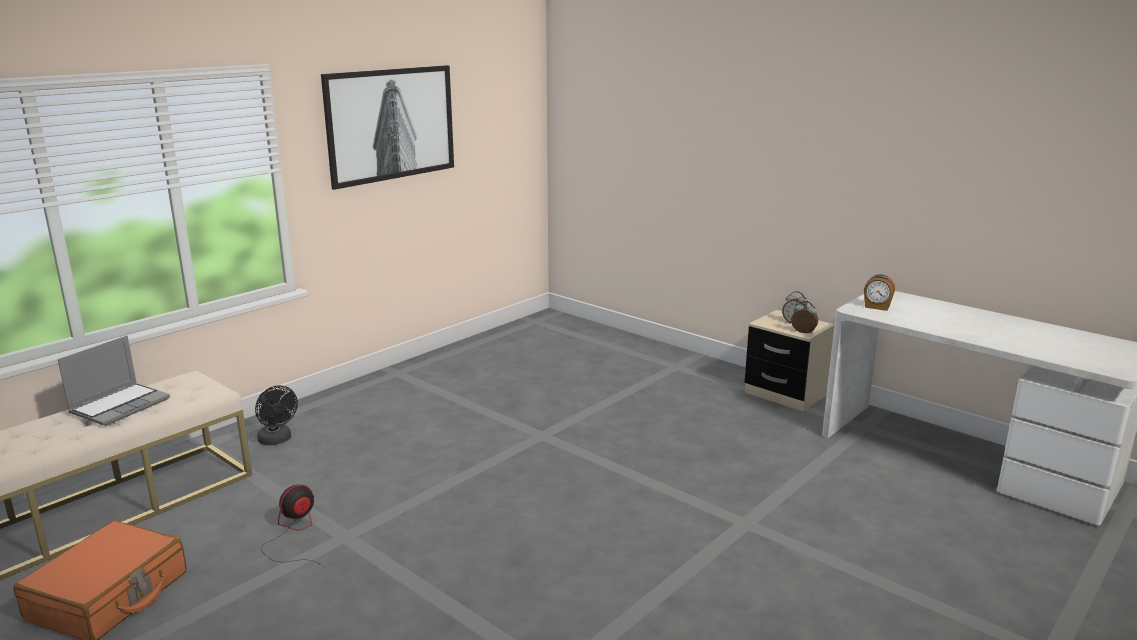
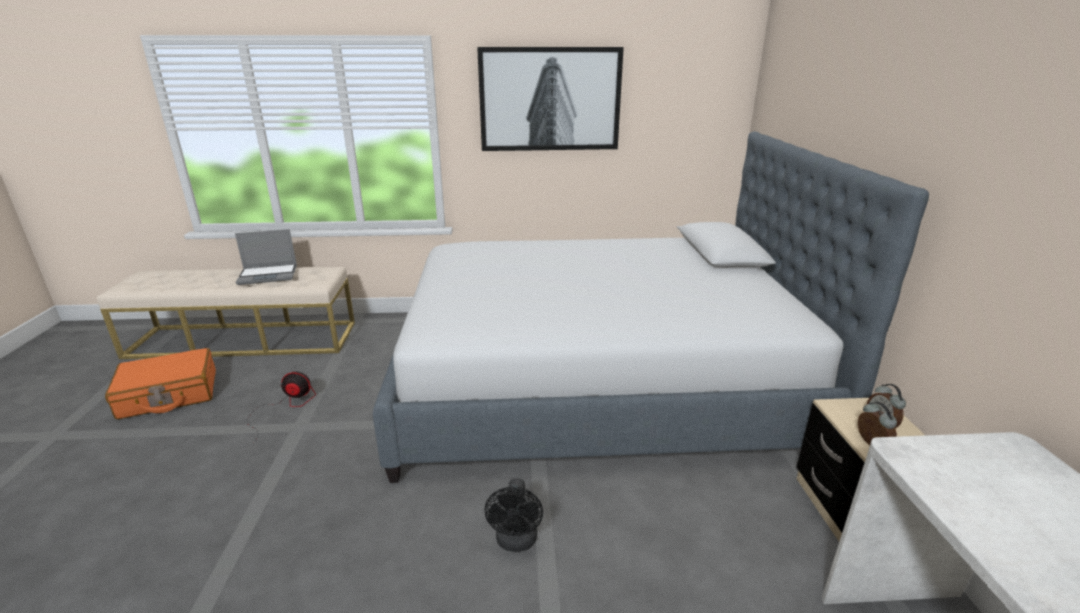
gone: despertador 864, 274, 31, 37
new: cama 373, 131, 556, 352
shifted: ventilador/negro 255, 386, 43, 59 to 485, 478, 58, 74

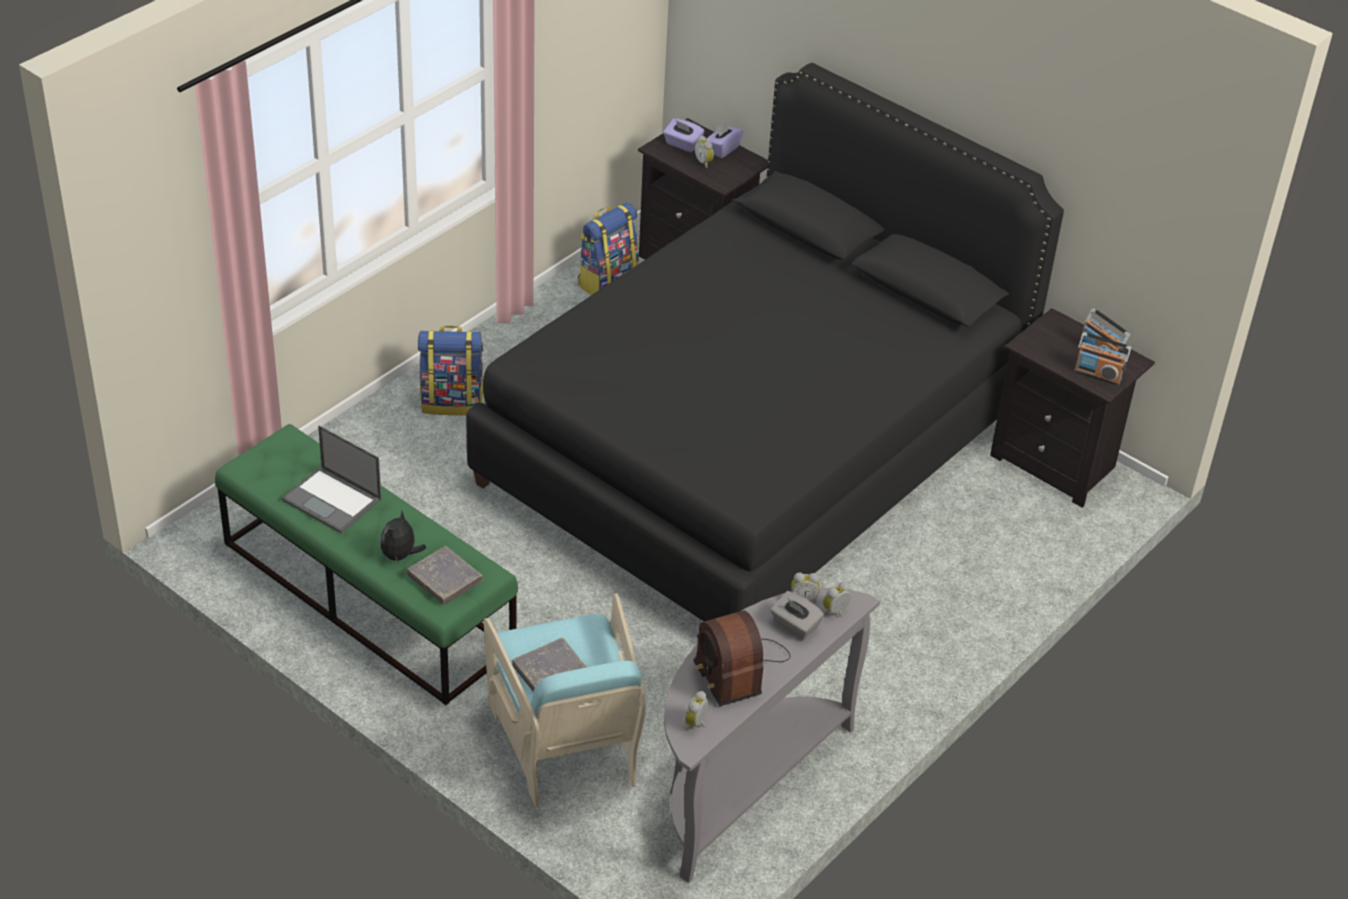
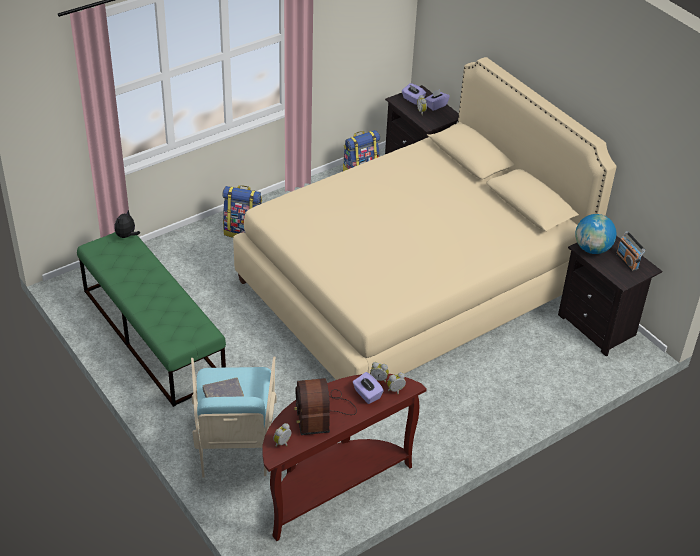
gone: radio 1074, 332, 57, 53; portátil 282, 425, 99, 109; libro/gris 407, 546, 76, 59
new: globo terráqueo 576, 214, 40, 40
shifted: peluche 380, 510, 47, 54 to 114, 210, 26, 28
repainted: cama/negro 466, 63, 598, 558 to cama/beis 233, 57, 384, 323; mesa consola/gris 664, 588, 216, 295 to mesa consola/marrón 262, 373, 165, 168; caja de pañuelos/gris 771, 591, 53, 49 to caja de pañuelos/morado 353, 372, 31, 32

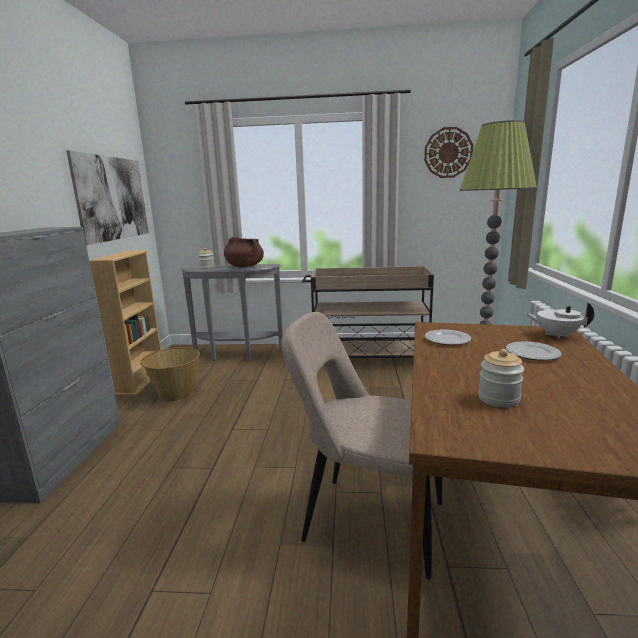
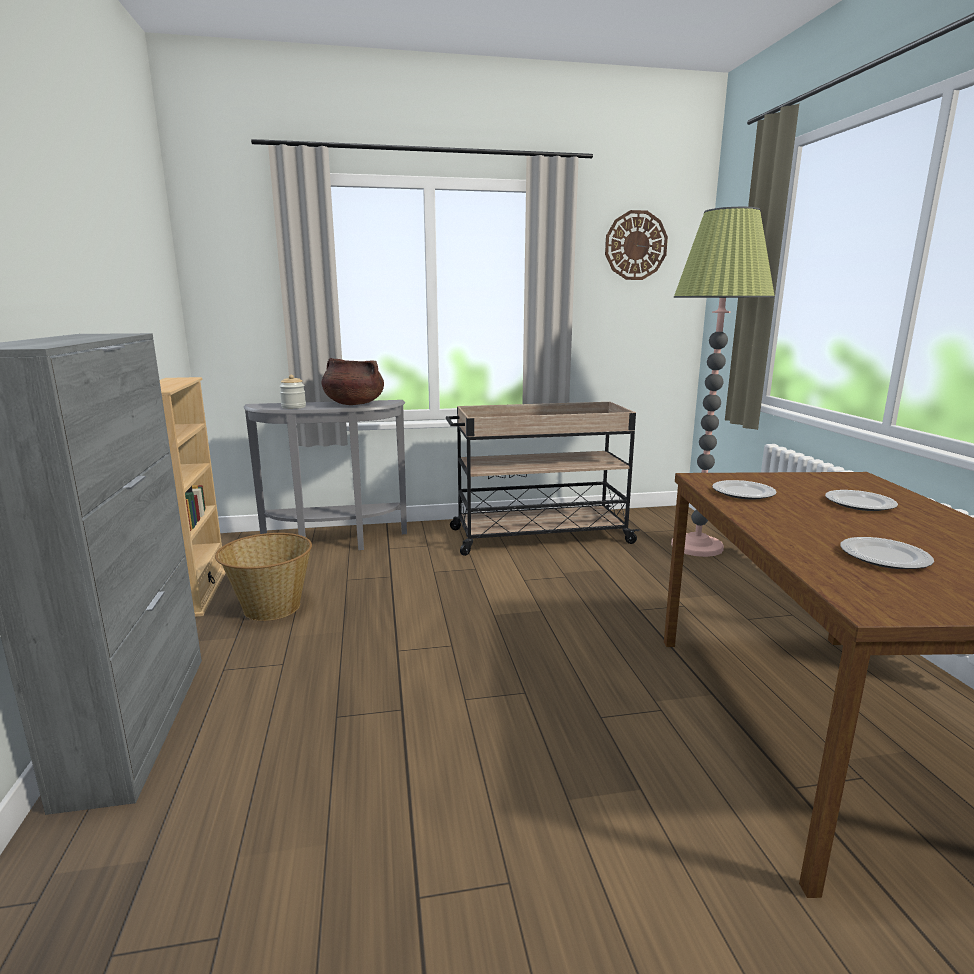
gone: cuadro 66, 150, 83, 95; tetera/blanco 525, 302, 69, 37; silla/beis 281, 312, 161, 267
swapped: tarro 478, 349, 46, 59 to plato 840, 537, 94, 32

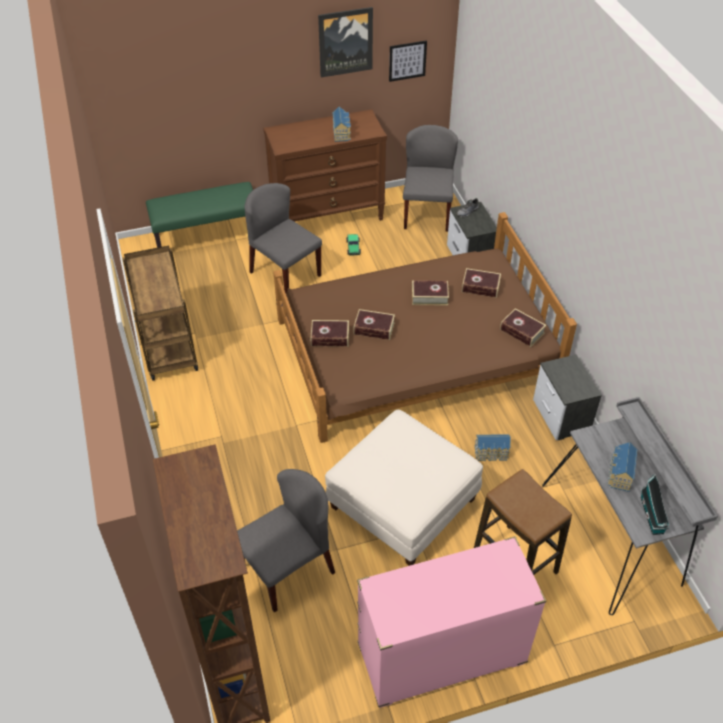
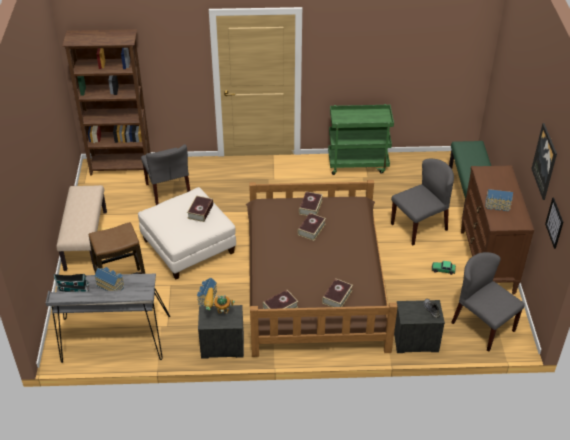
new: robot de juguete 204, 288, 31, 26
shifted: libro 412, 280, 37, 26 to 187, 195, 26, 27
swapped: cómoda/rosa 357, 536, 189, 172 to banco/beis 56, 185, 51, 86
repainted: carrito/marrón 123, 246, 75, 135 to carrito/verde 328, 104, 66, 71
rotated: silla/gris 403, 125, 55, 107 = 451, 252, 74, 100 150 degrees counterclockwise

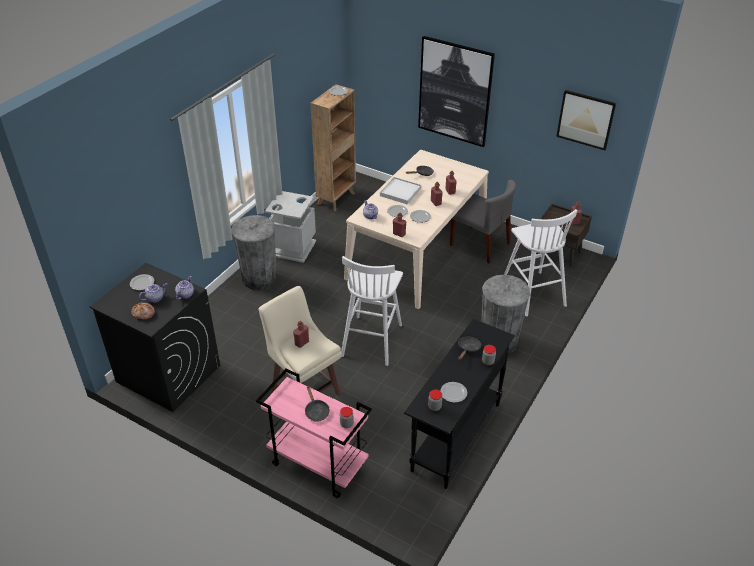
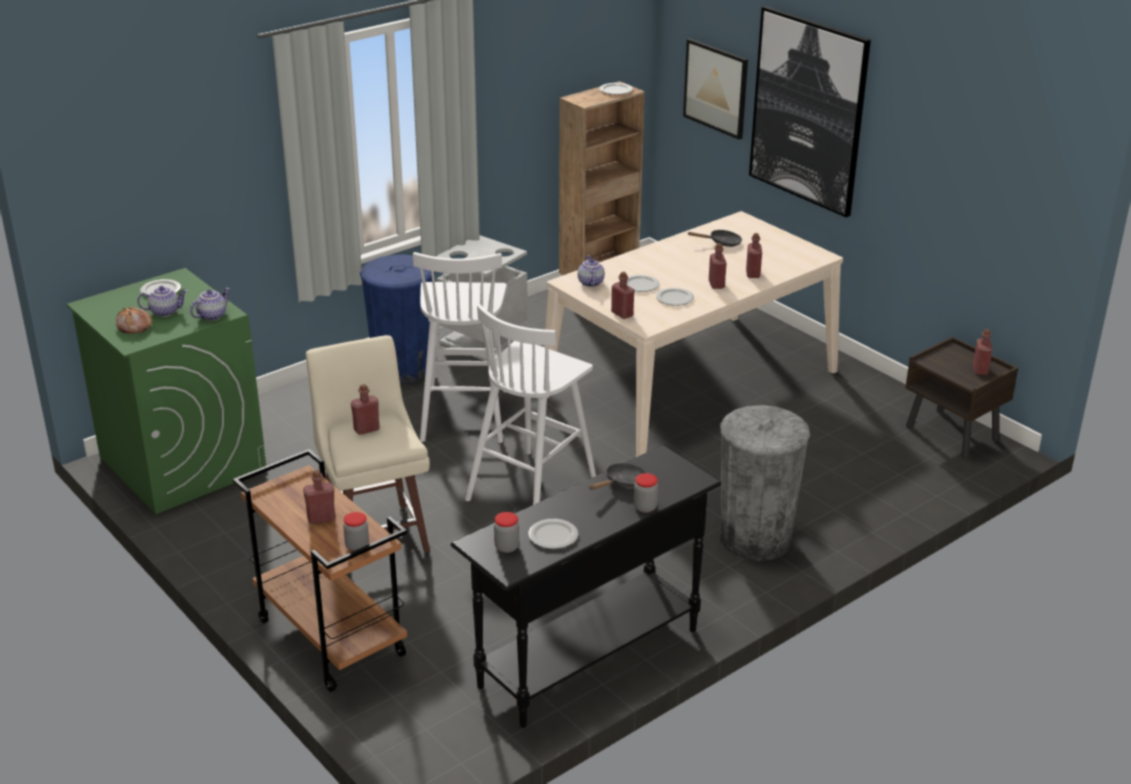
gone: bandeja/blanco 380, 177, 41, 28; silla/gris 450, 180, 67, 84
shifted: cuadro 556, 90, 60, 60 to 683, 39, 65, 101; taburete/blanco 504, 209, 73, 107 to 413, 252, 94, 191
swapped: sartén/negro 305, 386, 25, 36 to botella/rojo 303, 470, 32, 54
repainted: papelera/gris 231, 215, 46, 75 to papelera/azul 360, 254, 75, 131; lavadora/negro 90, 263, 130, 149 to lavadora/verde 67, 268, 199, 246; carrito/rosa 256, 369, 116, 129 to carrito/marrón 233, 449, 174, 243

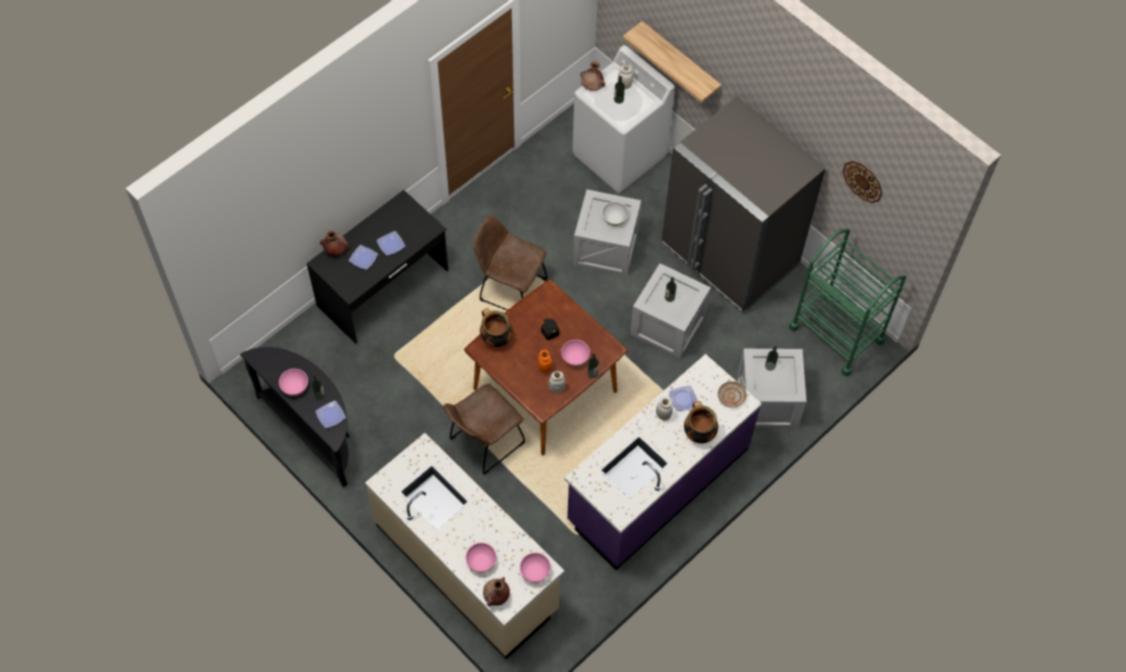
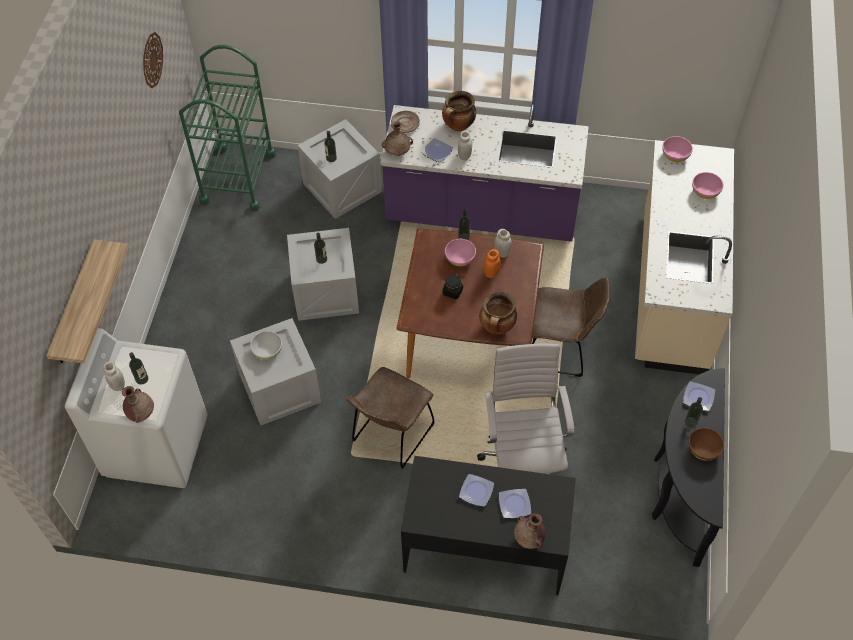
gone: nevera/gris 662, 96, 164, 217
new: silla de oficina/blanco 477, 344, 97, 130
shifted: florero/marrón 483, 577, 27, 29 to 382, 121, 31, 35
repainted: cuenco/rosa 279, 369, 29, 27 to cuenco/marrón 689, 428, 35, 33
rotated: silla/marrón 473, 215, 75, 96 = 346, 367, 88, 102 45 degrees clockwise

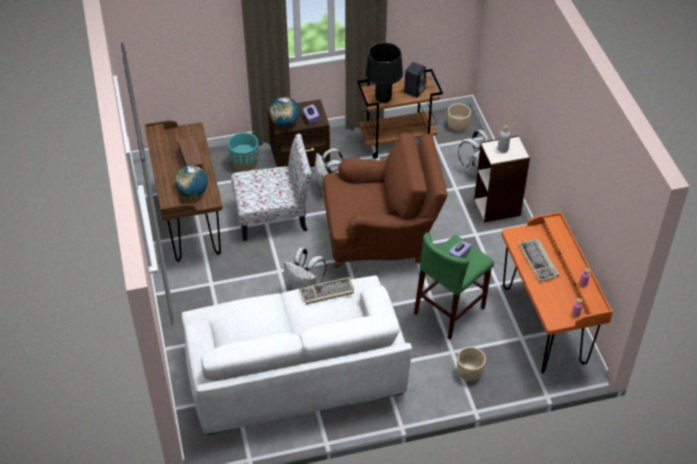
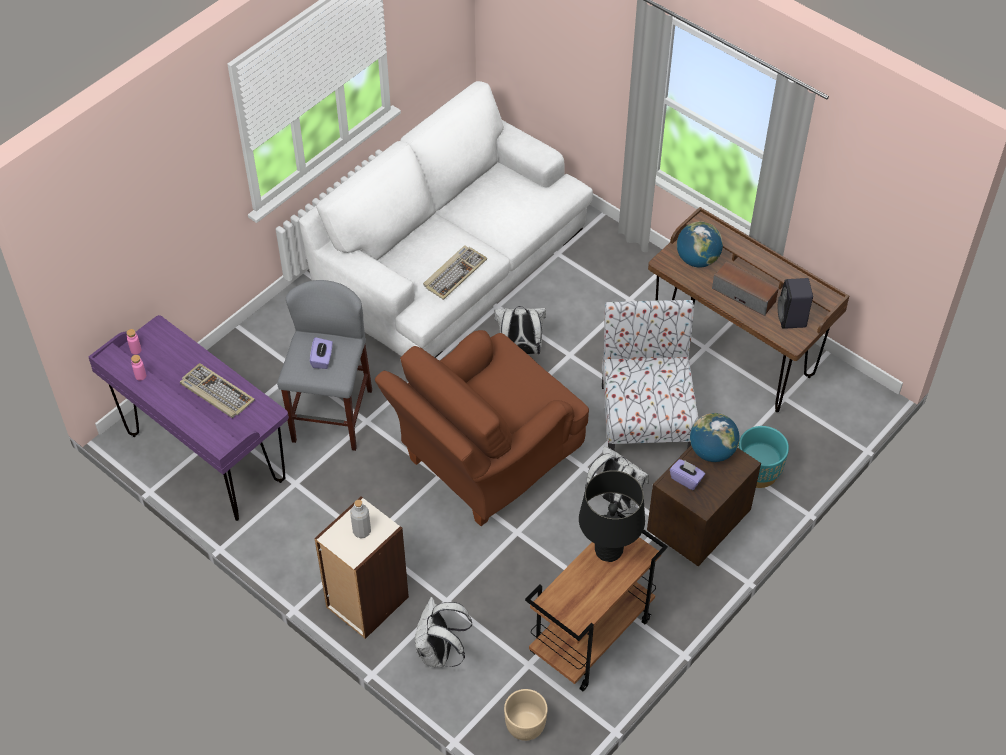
gone: maceta/beis 457, 347, 29, 34
shifted: altavoz/negro 404, 62, 22, 36 to 778, 278, 35, 51
repainted: escritorio/naranja 502, 212, 111, 161 to escritorio/morado 88, 315, 201, 206; taburete/verde 414, 232, 80, 108 to taburete/gris 277, 280, 95, 171
rotated: silla 231, 134, 81, 107 = 602, 300, 97, 151 135 degrees clockwise

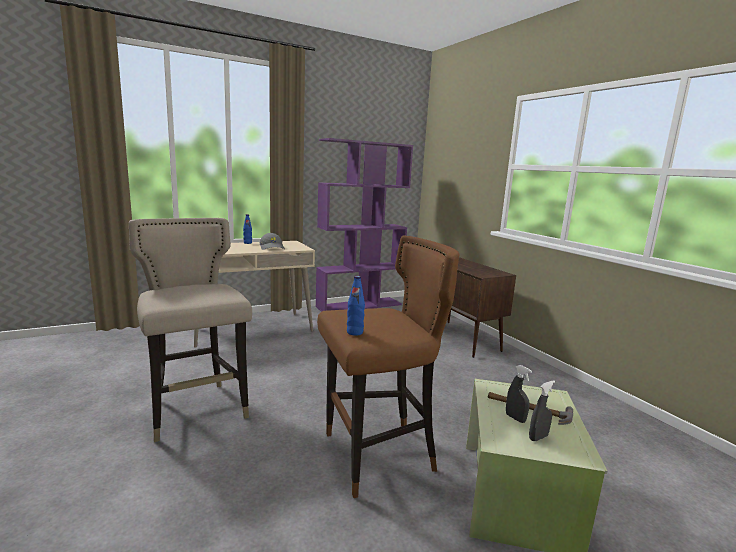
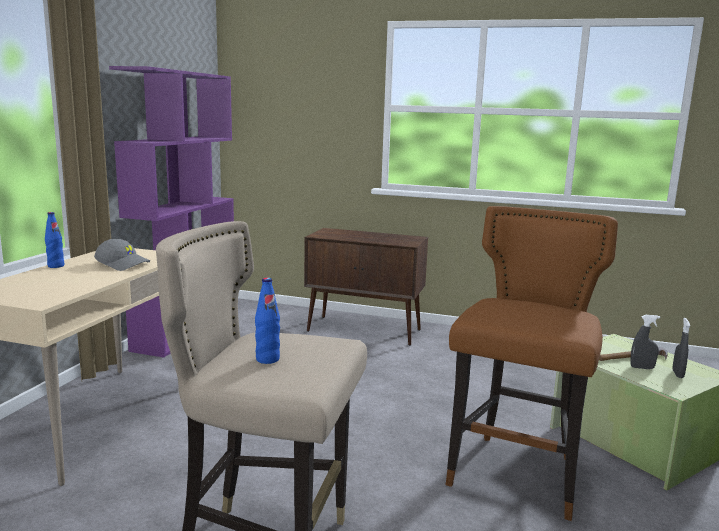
shifted: botella/azul 347, 276, 18, 60 to 255, 277, 25, 87

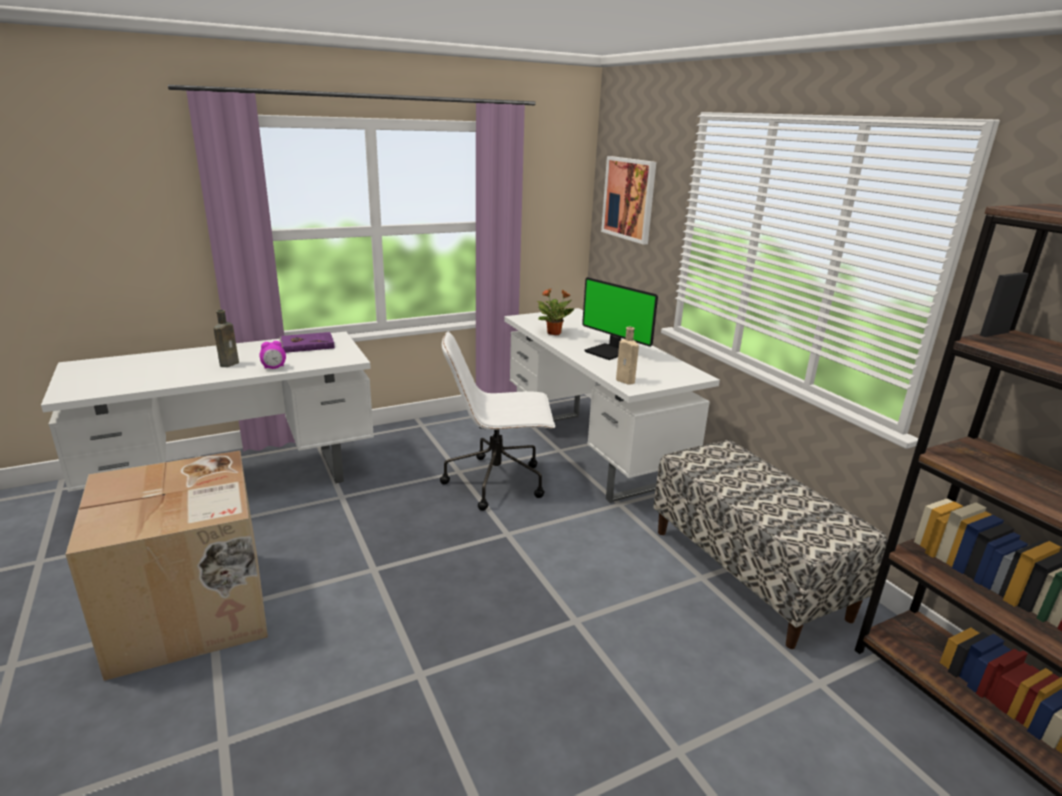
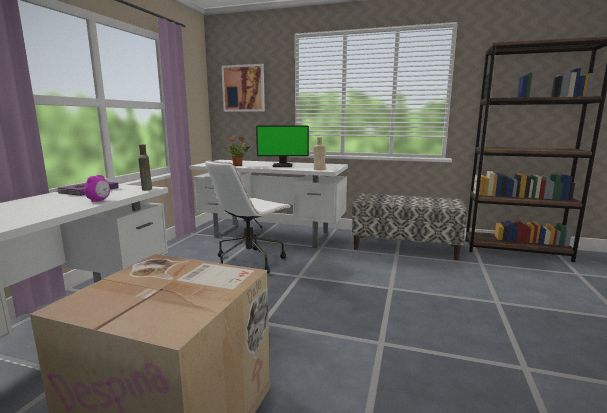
shifted: botella/marrón 214, 310, 25, 57 to 139, 144, 13, 47

